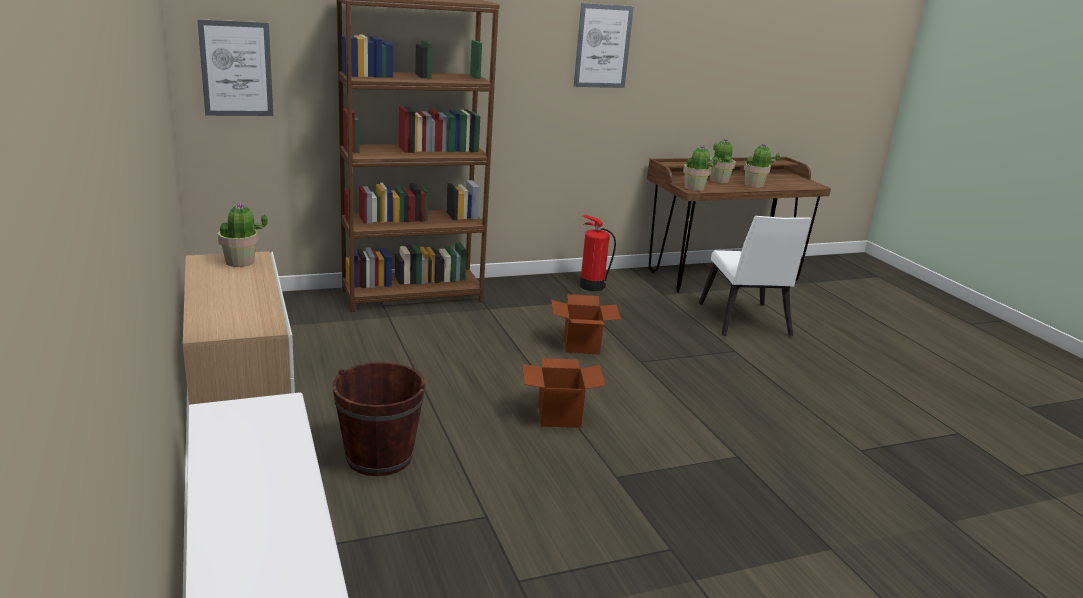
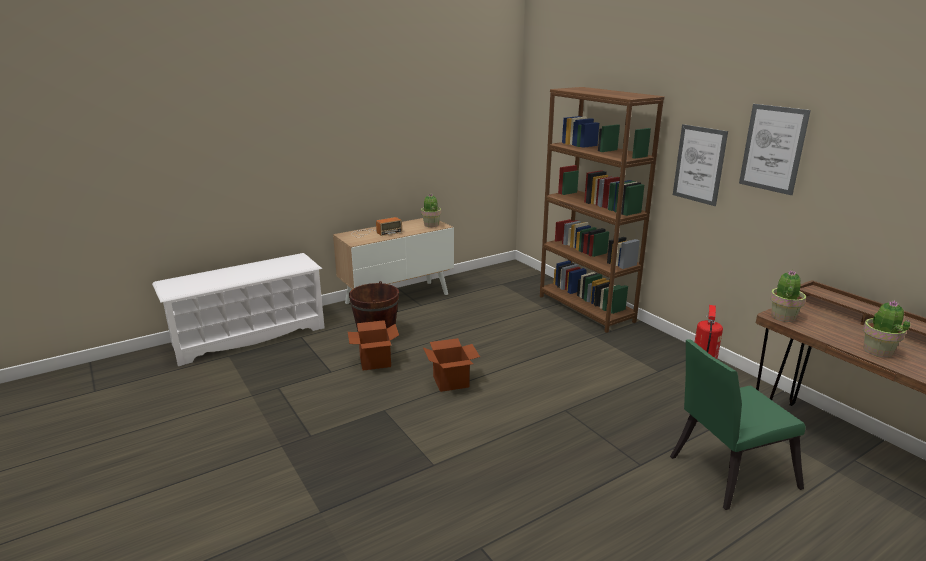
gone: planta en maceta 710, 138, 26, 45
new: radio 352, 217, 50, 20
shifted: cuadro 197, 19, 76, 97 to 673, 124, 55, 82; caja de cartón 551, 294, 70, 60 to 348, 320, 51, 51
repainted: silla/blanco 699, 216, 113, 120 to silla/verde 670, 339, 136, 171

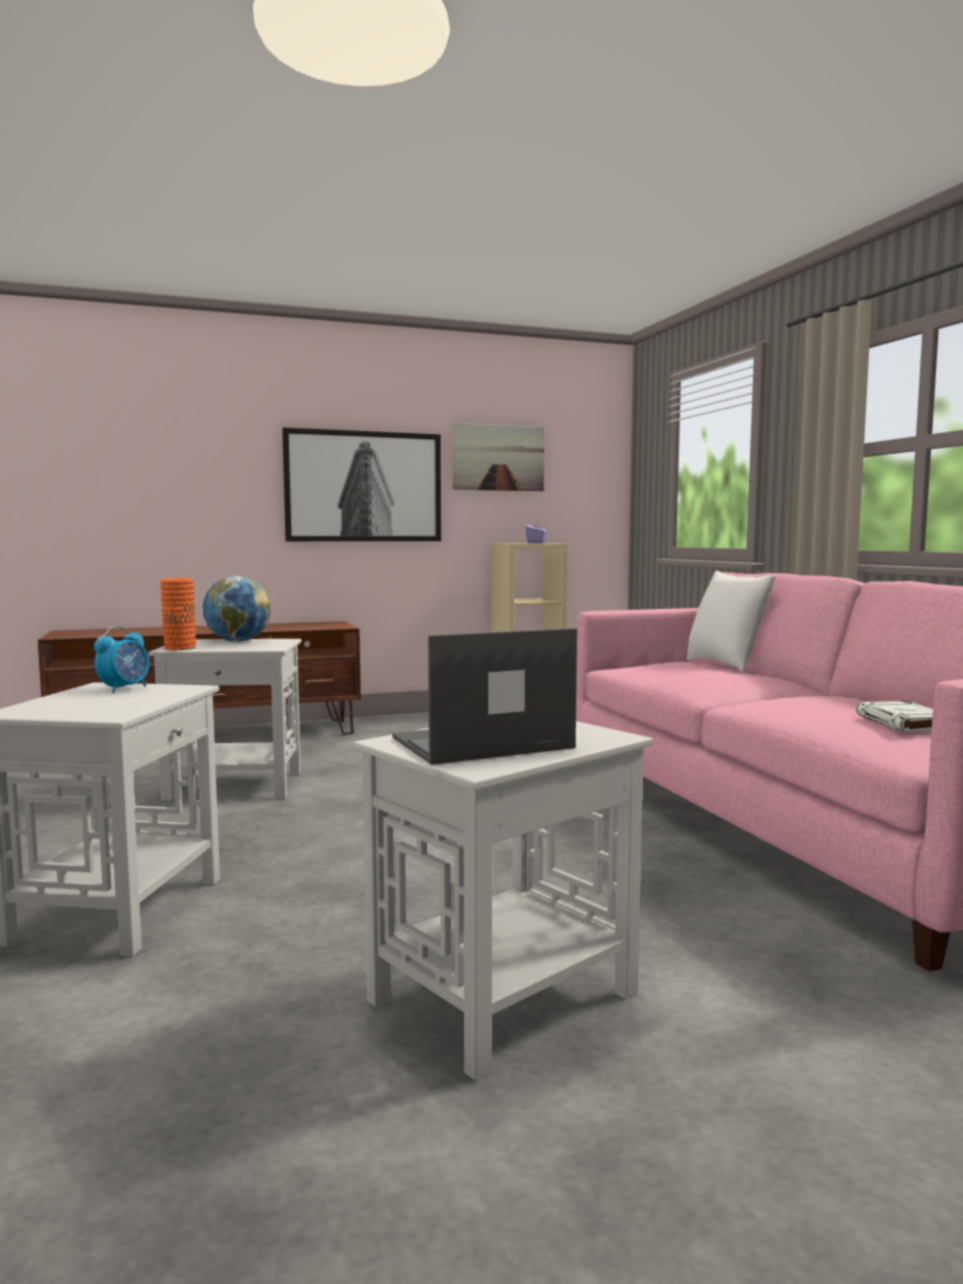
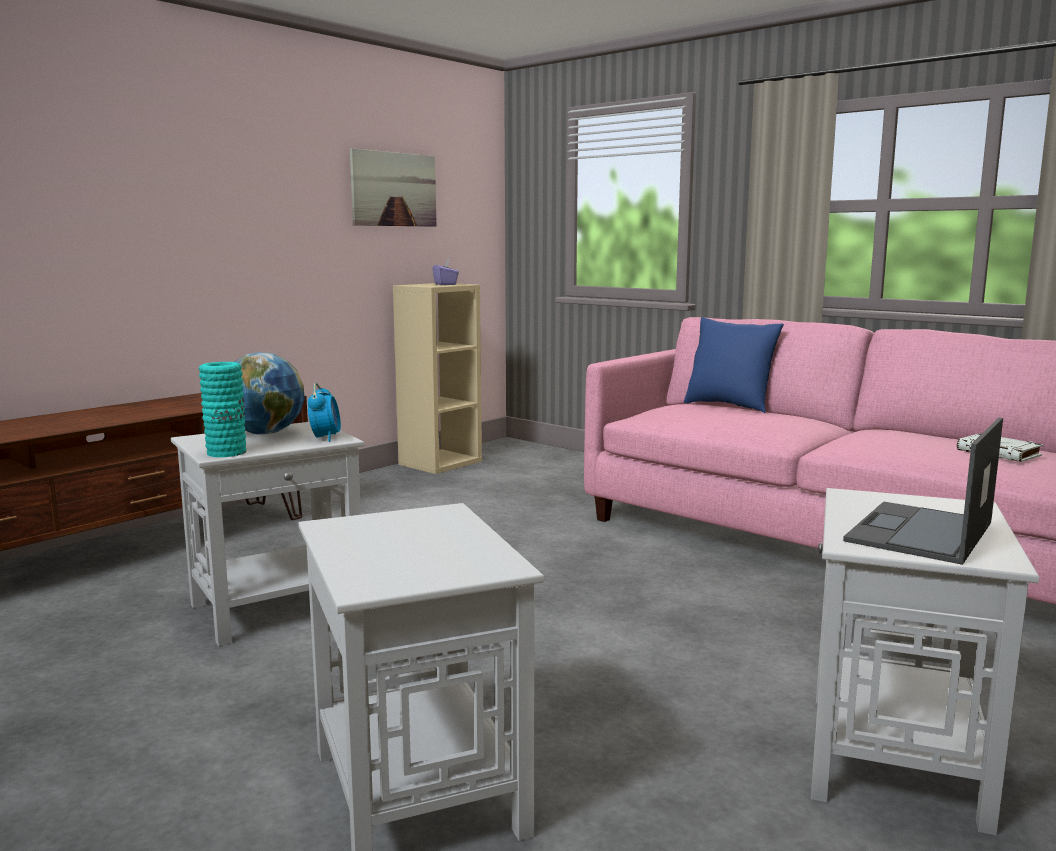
gone: cuadro 282, 427, 159, 114
shifted: despertador 94, 625, 56, 68 to 307, 383, 34, 59
repainted: cojín/blanco 687, 571, 88, 101 to cojín/azul 684, 317, 100, 96; florero/naranja 160, 578, 36, 72 to florero/turquesa 199, 362, 47, 95

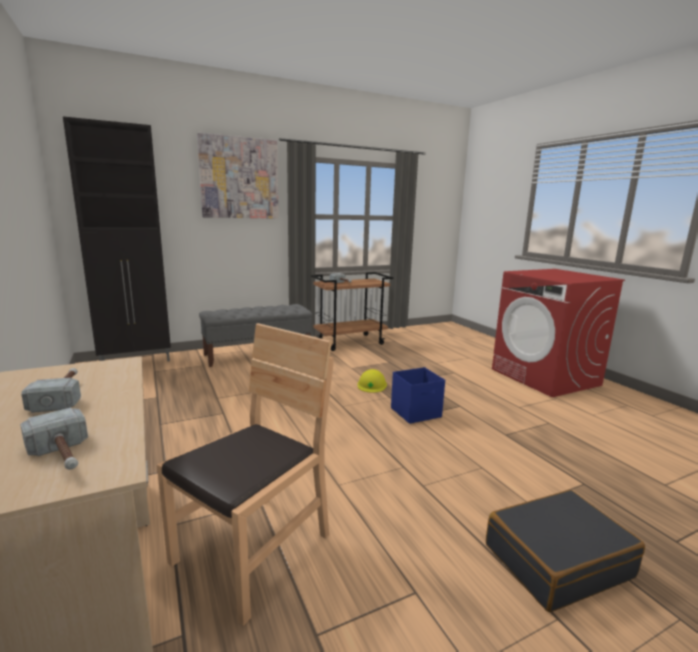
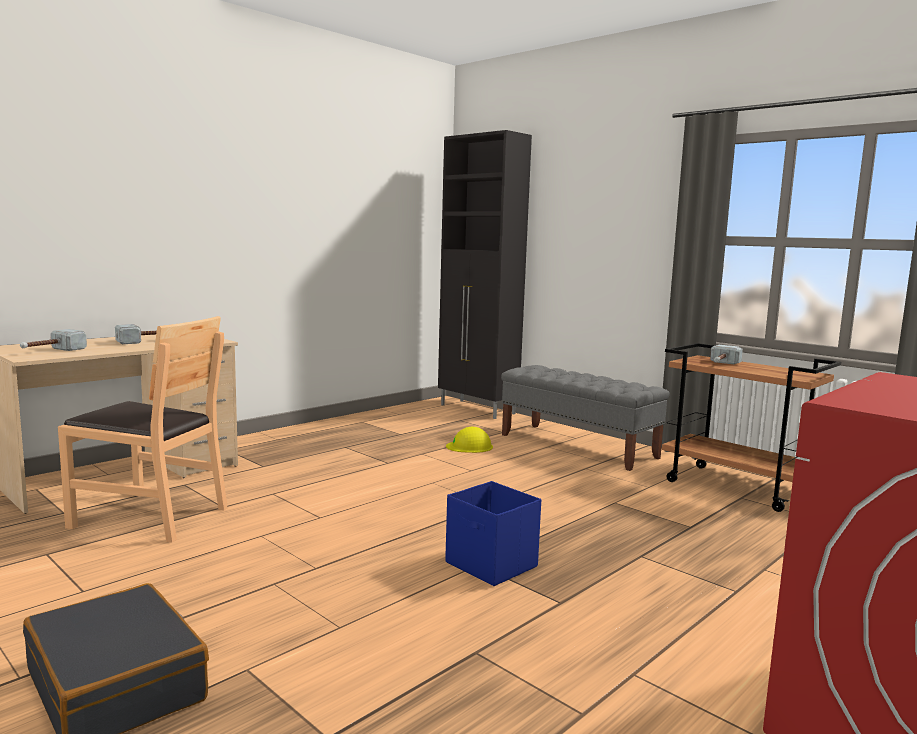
gone: cuadro 197, 133, 82, 86
shifted: casco/amarillo 358, 369, 29, 24 to 446, 427, 47, 26

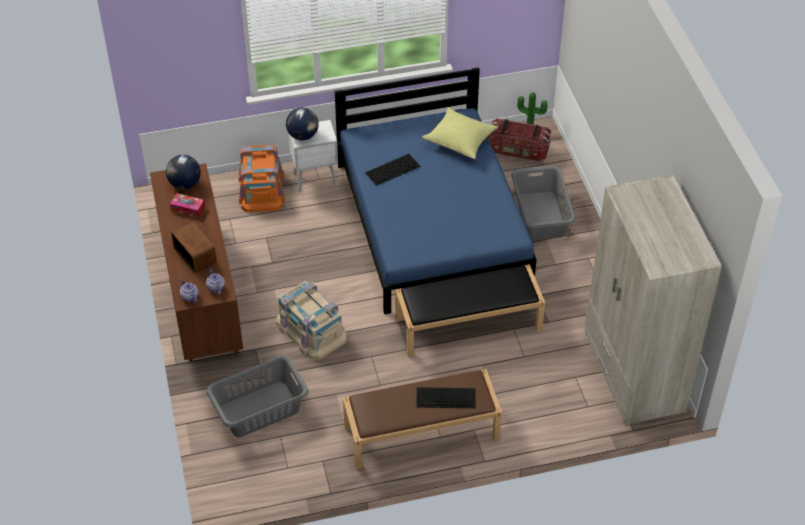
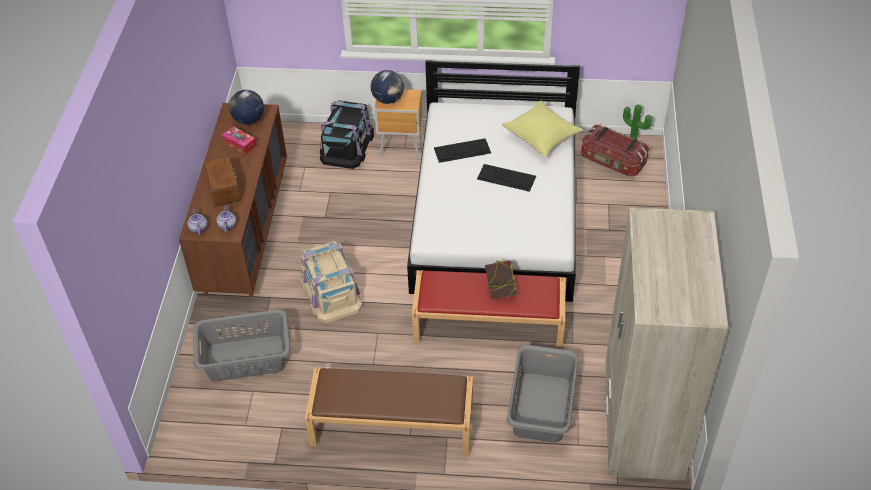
new: libro 485, 260, 32, 40
shifted: cesto de la ropa/gris 512, 165, 63, 75 to 507, 345, 72, 98; teclado 416, 387, 60, 21 to 477, 164, 59, 28
repainted: cama/azul 335, 67, 202, 247 to cama/blanco 407, 60, 173, 242; mesita de noche/blanco 289, 120, 49, 73 to mesita de noche/marrón 374, 89, 48, 69; caja de almacenaje/naranja 239, 145, 46, 67 to caja de almacenaje/negro 320, 100, 54, 69; banco/negro 395, 264, 150, 93 to banco/rojo 412, 270, 153, 79

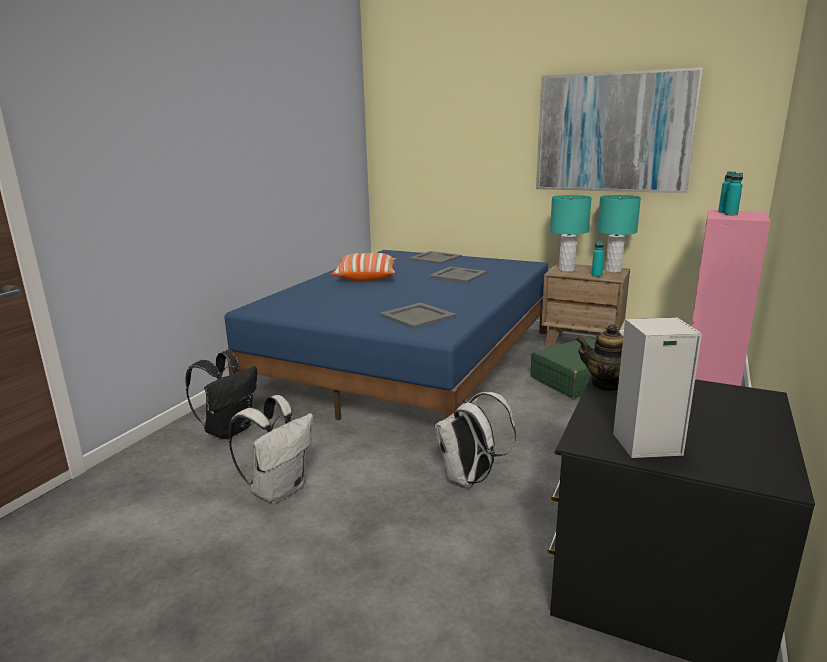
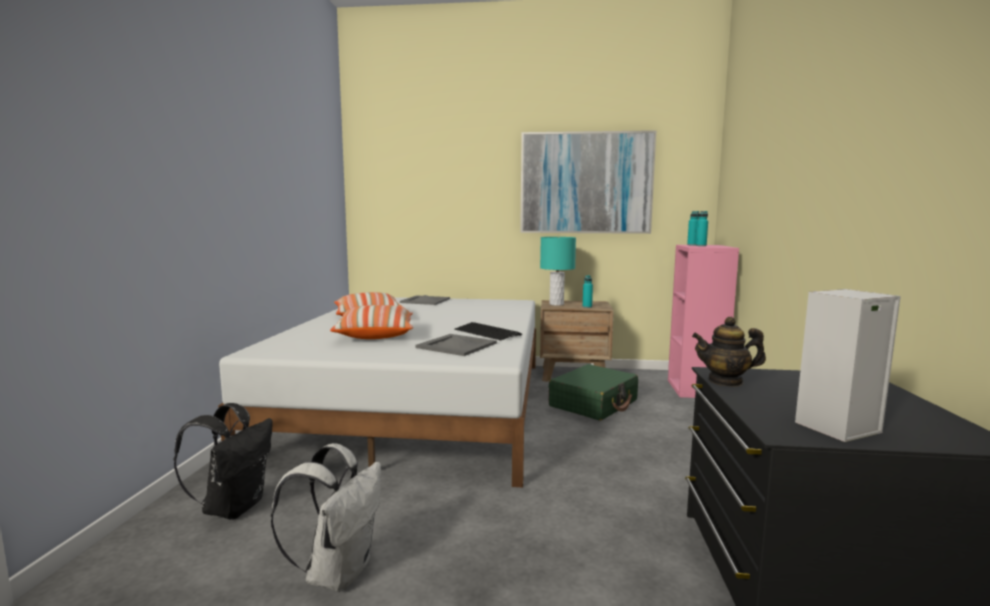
gone: lámpara de mesa/turquesa 597, 195, 44, 78; bandeja/gris 429, 267, 58, 16; mochila/blanco 435, 392, 81, 95
new: cojín 330, 305, 83, 34; teclado 454, 322, 68, 19
repainted: cama/azul 225, 250, 324, 170 to cama/blanco 218, 297, 318, 191

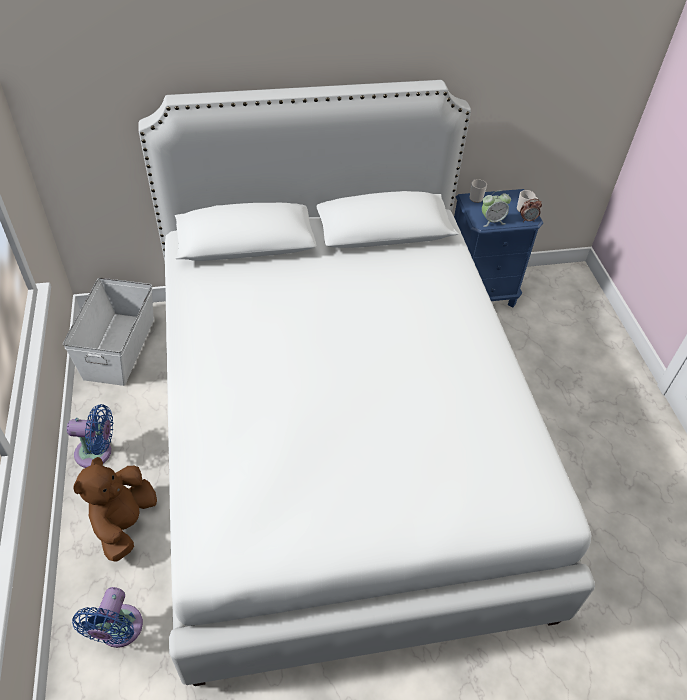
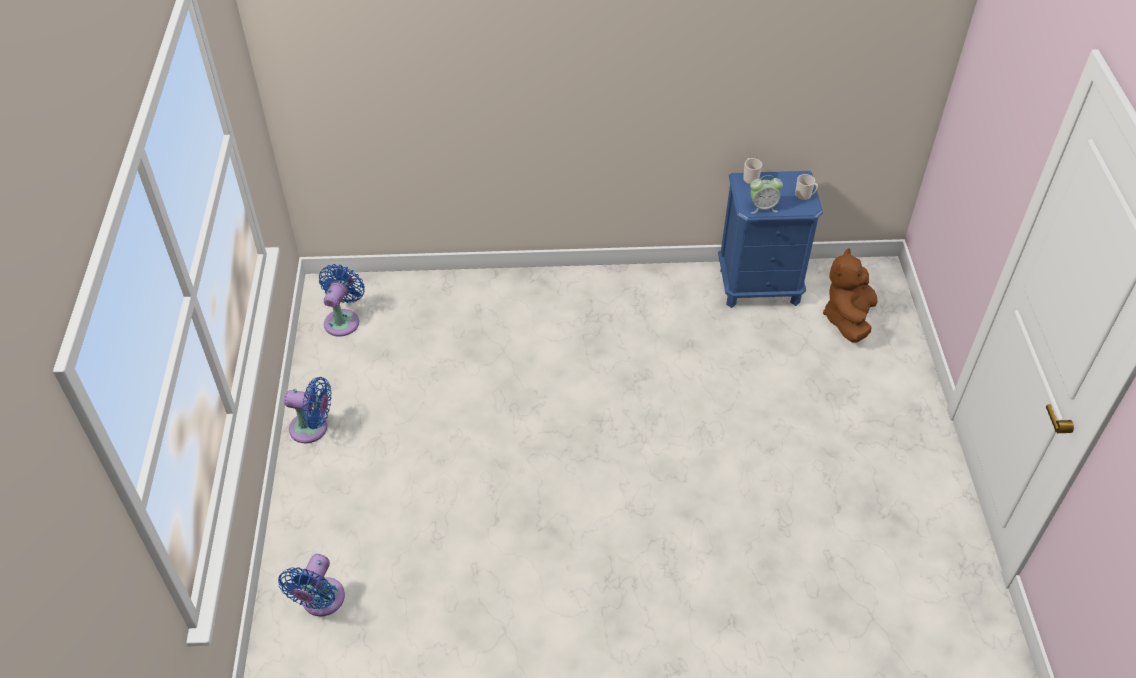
gone: cama/blanco 138, 80, 457, 606; despertador 520, 199, 22, 23
shifted: peluche/marrón 73, 457, 84, 105 to 823, 248, 55, 95
swapped: caja de almacenaje/blanco 63, 277, 91, 109 to ventilador/azul 319, 264, 46, 73

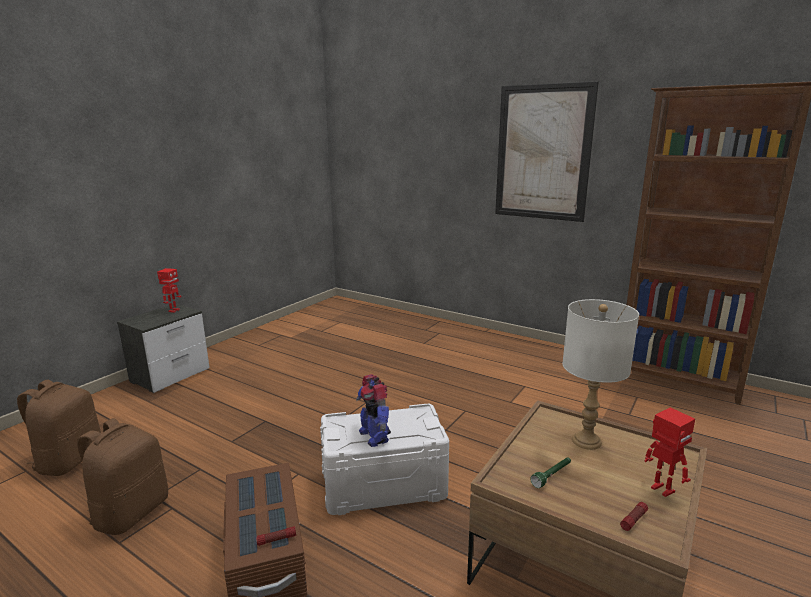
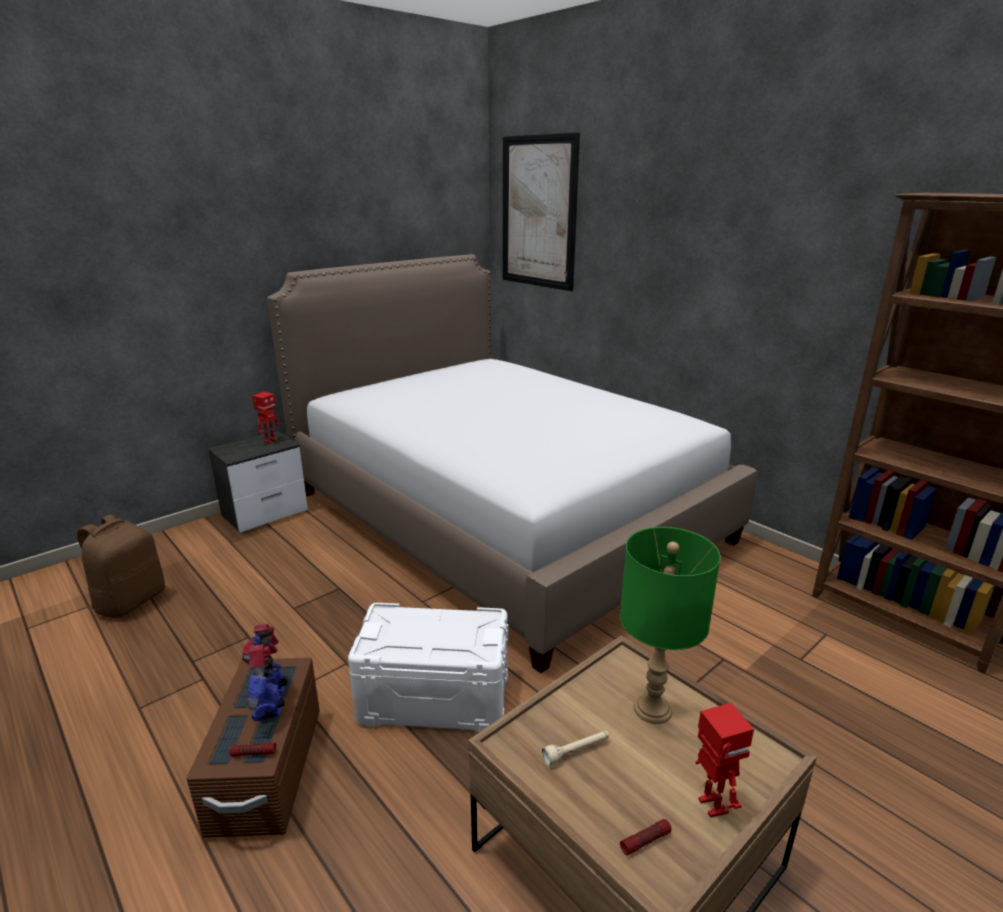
gone: mochila/marrón 77, 418, 91, 117
new: cama 267, 254, 490, 419
shifted: cuadro 495, 81, 104, 141 to 503, 132, 77, 159; robot de juguete 356, 374, 35, 73 to 242, 624, 46, 97
repainted: lámpara de mesa/blanco 562, 299, 77, 151 to lámpara de mesa/verde 620, 527, 100, 197; linterna/verde 530, 457, 41, 31 to linterna/beis 542, 731, 67, 35

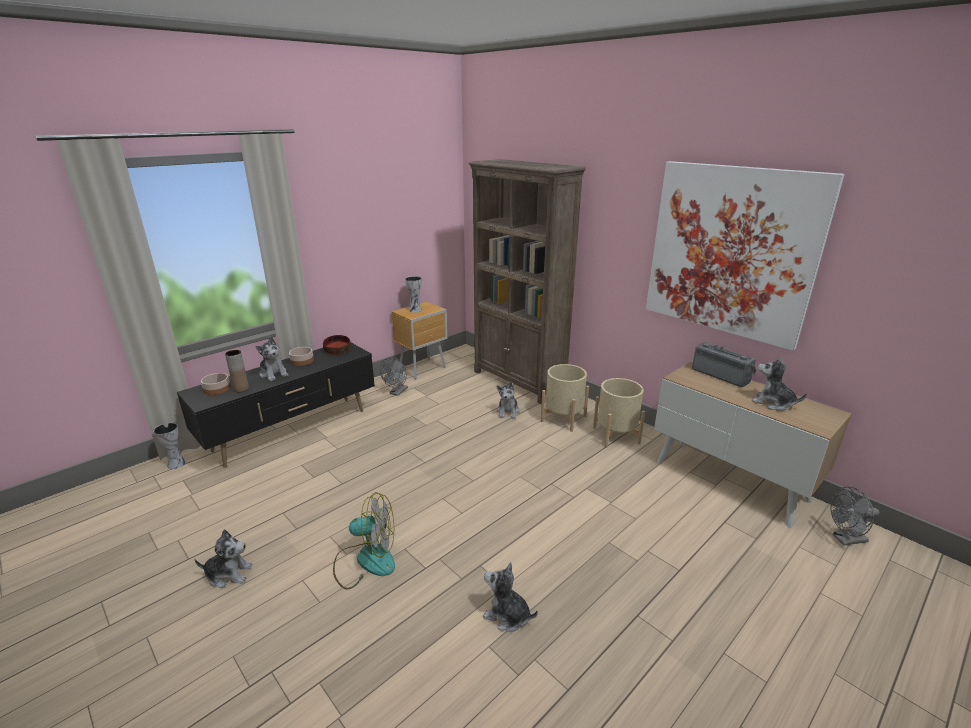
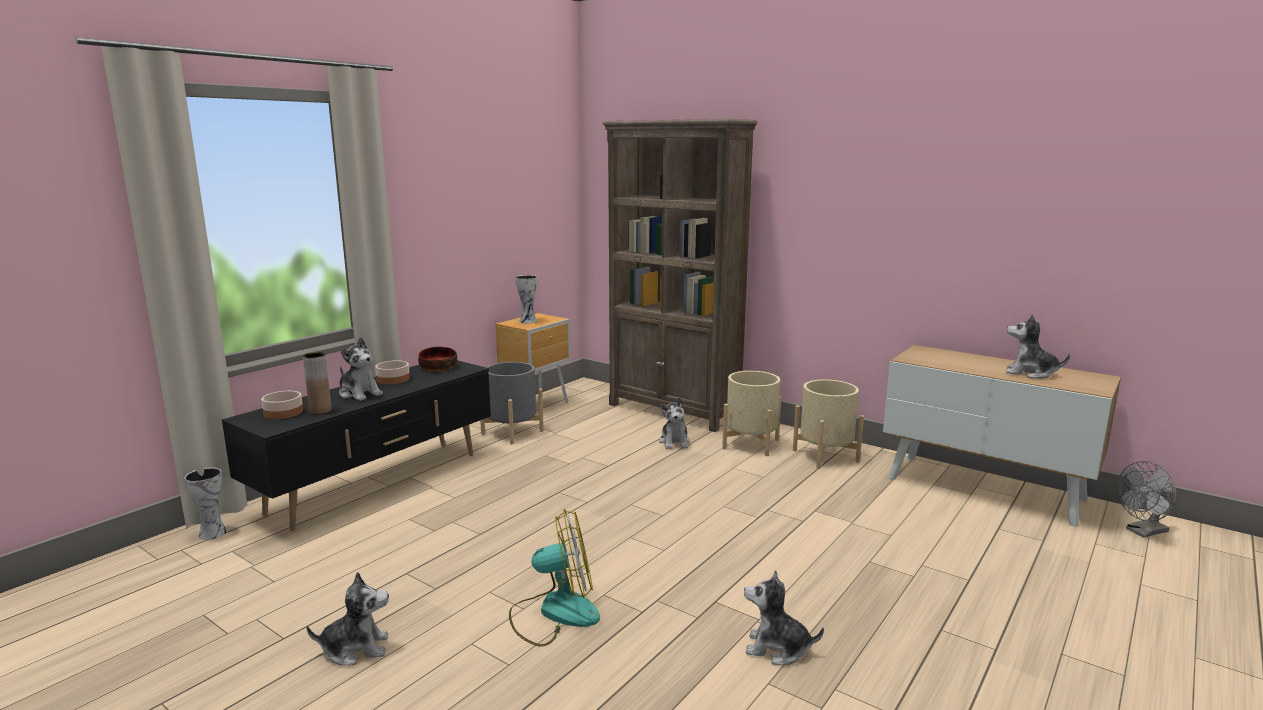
gone: cuadro 646, 161, 199, 190; radio 692, 342, 64, 45
swapped: ventilador/gris 380, 357, 28, 39 to maceta/gris 480, 362, 64, 82

